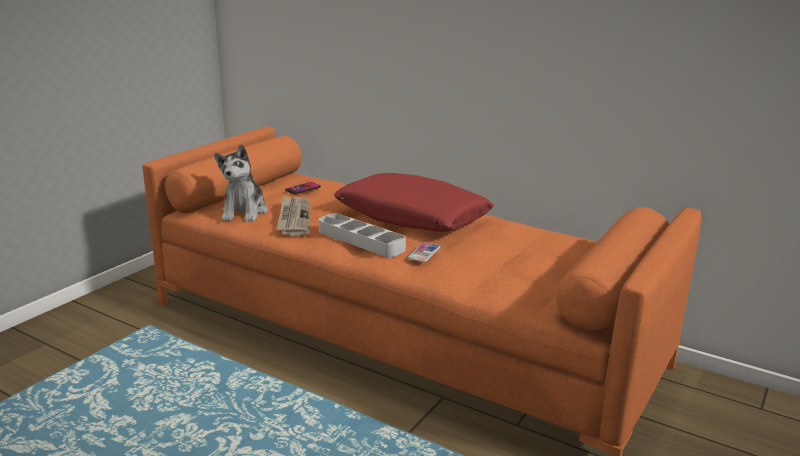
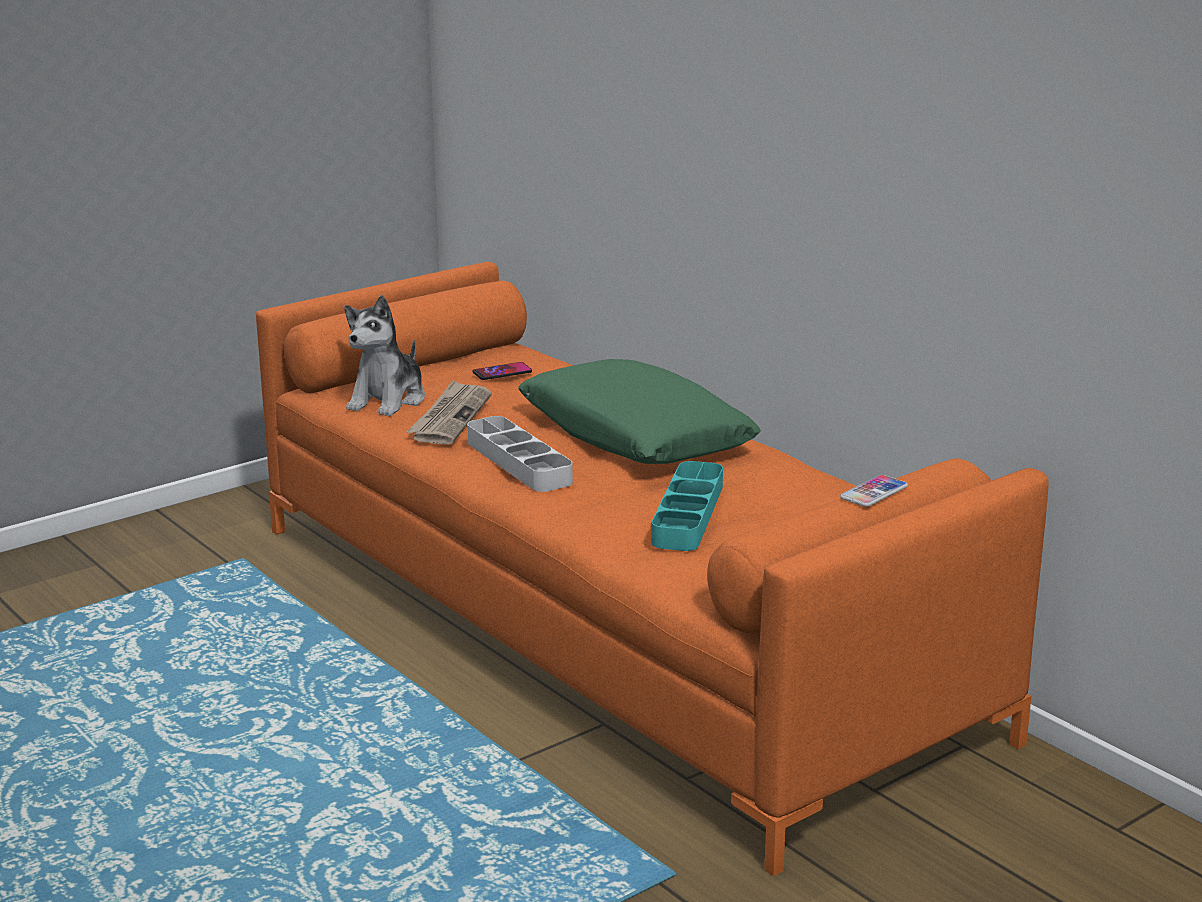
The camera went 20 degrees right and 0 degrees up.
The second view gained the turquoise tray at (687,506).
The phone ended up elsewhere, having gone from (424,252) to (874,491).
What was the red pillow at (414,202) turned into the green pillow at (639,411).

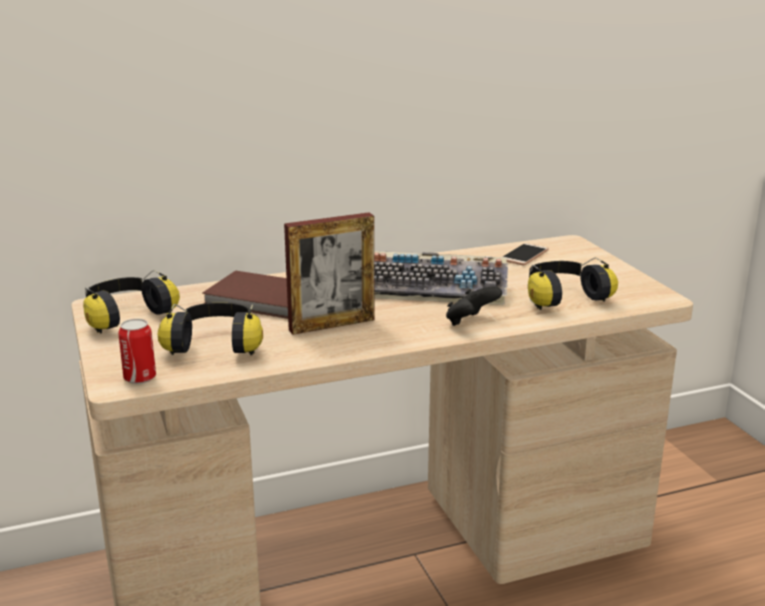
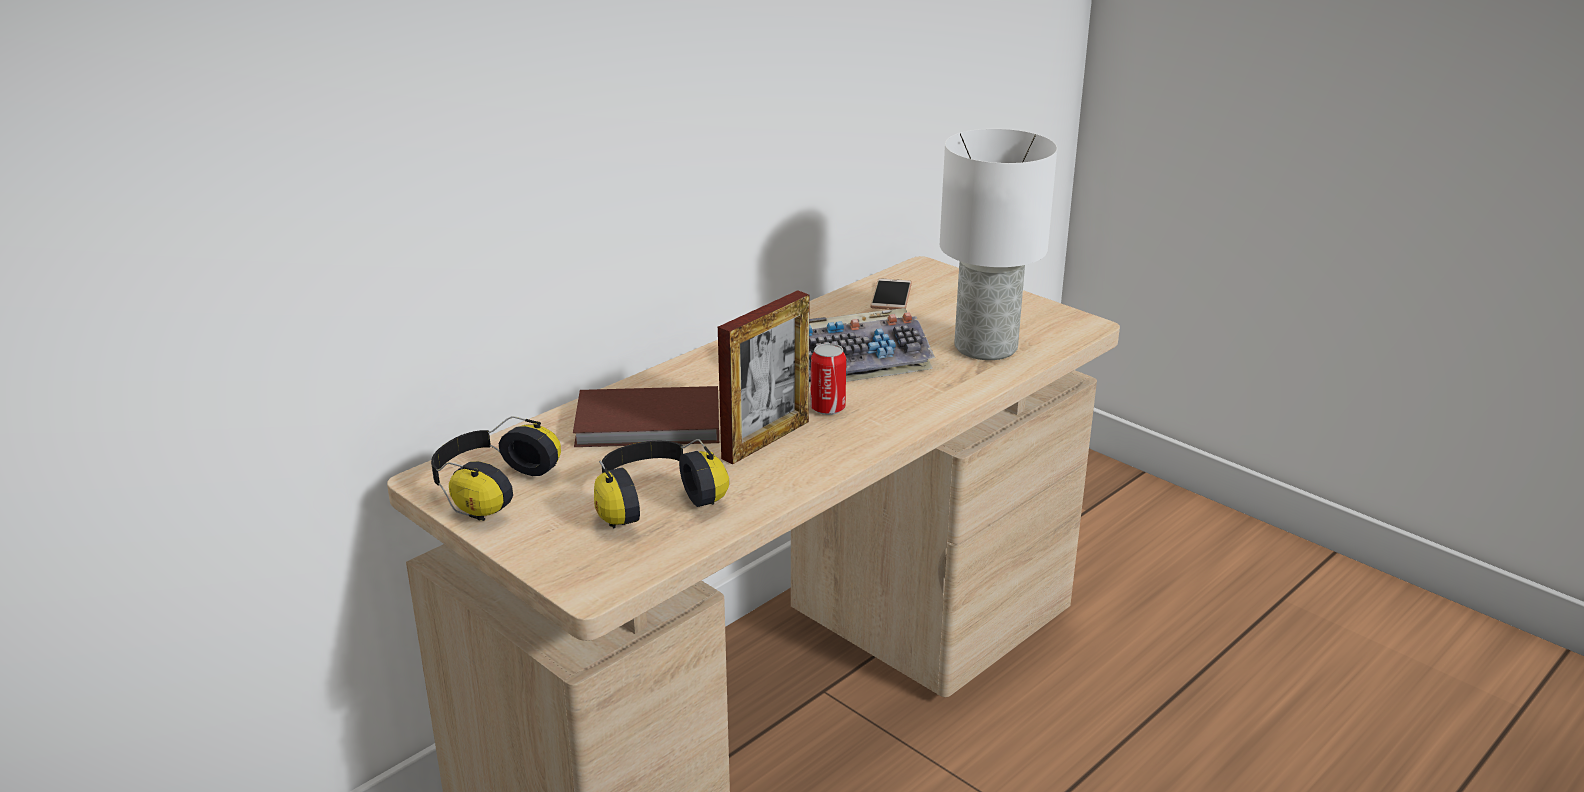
The camera went 25 degrees left and 5 degrees up.
The second view lost the black game controller at (474,306).
The can ended up elsewhere, having gone from (137,351) to (828,379).
Where the headphones stood at (573,283), the white table lamp came to stand at (998,244).

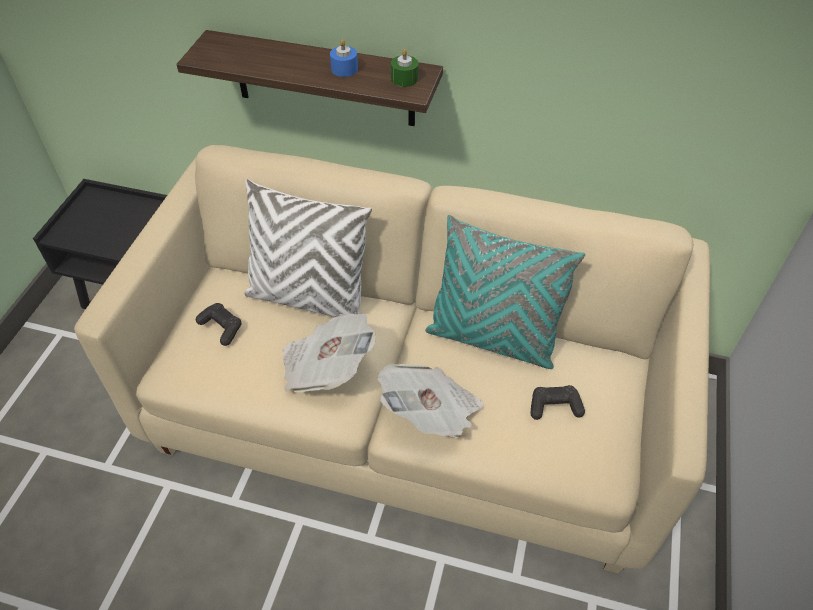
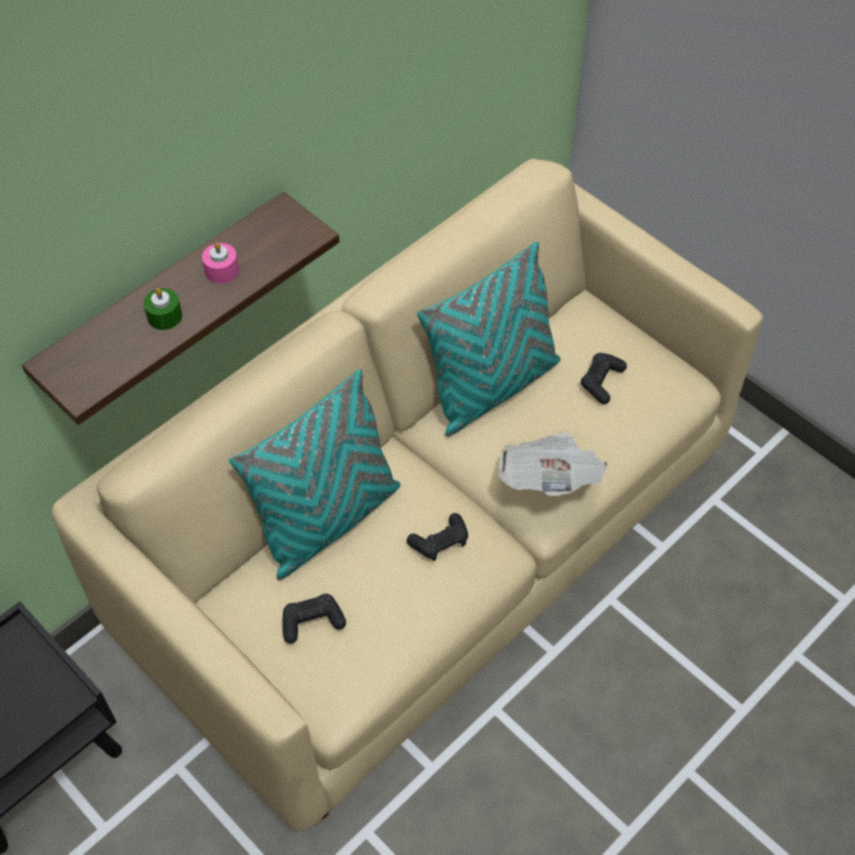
The camera went 60 degrees left and 5 degrees up.
The green candle ended up elsewhere, having gone from (405,68) to (162,309).
Where the newspaper stood at (329,353), the black game controller came to stand at (437,537).
What was the white pillow at (308,248) turned into the turquoise pillow at (315,474).
What was the blue candle at (344,58) turned into the pink candle at (220,263).

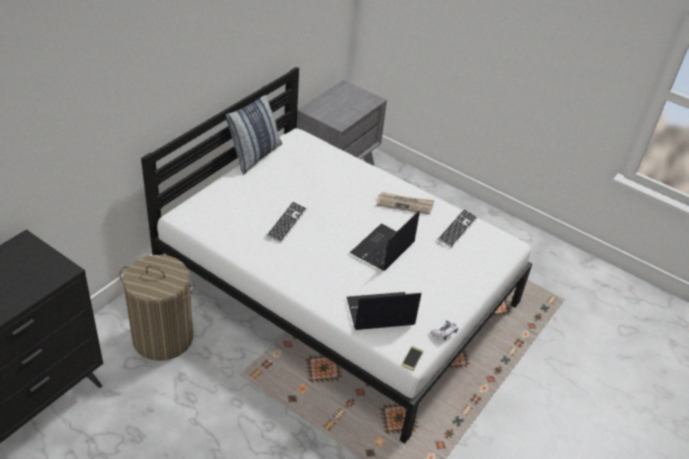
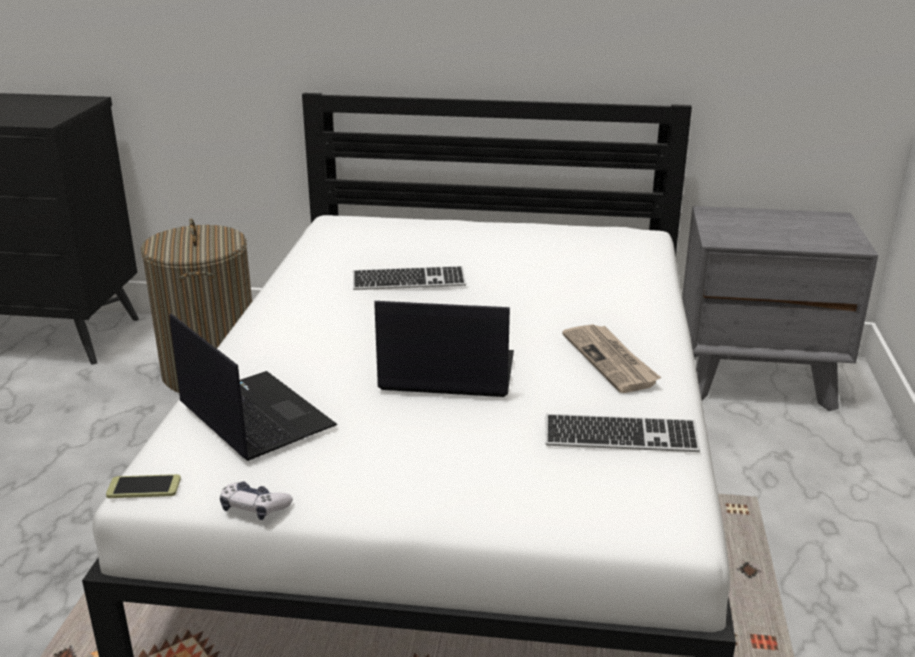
The camera went 65 degrees right and 15 degrees down.
The second view lost the pillow at (254,130).

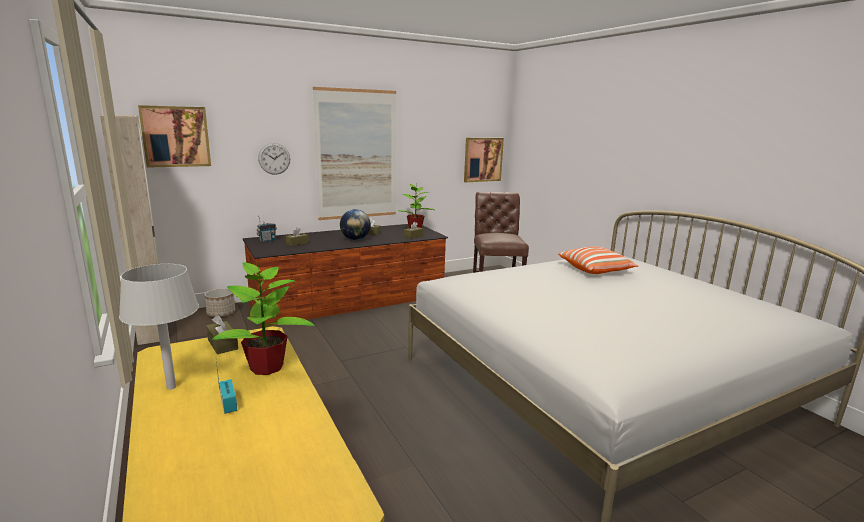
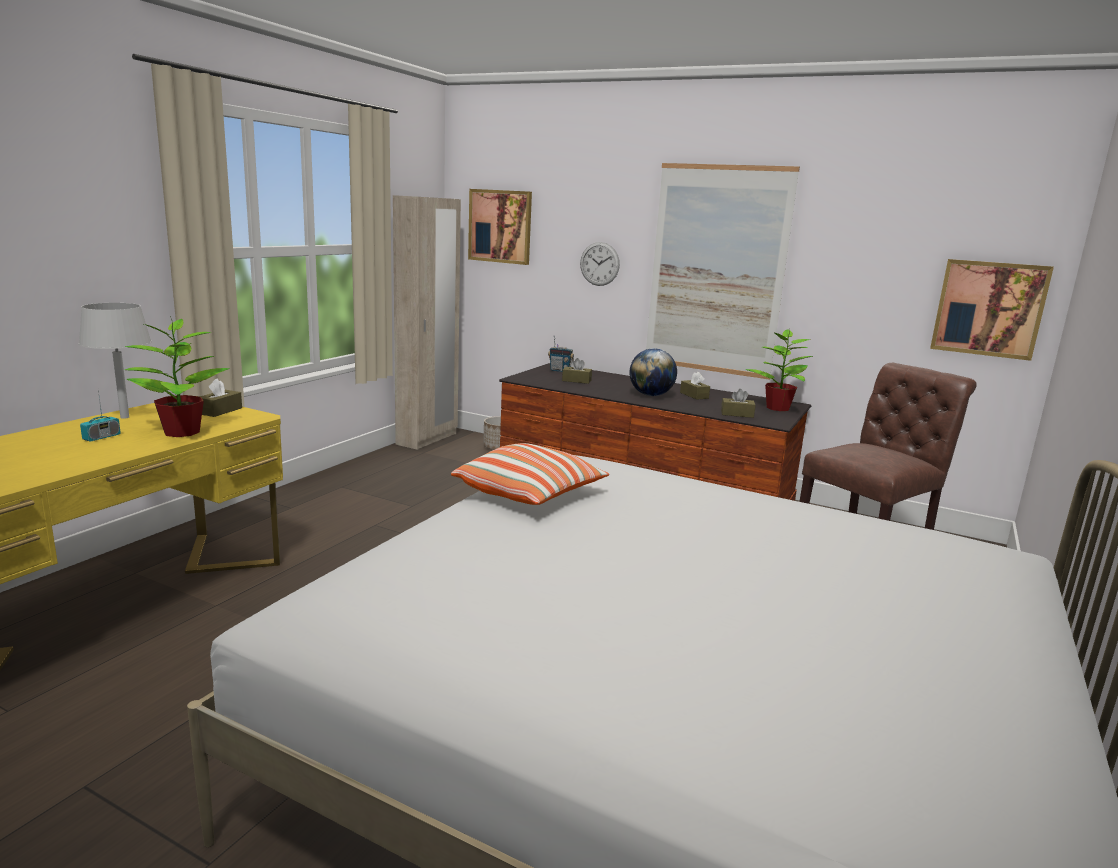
The camera went 55 degrees right and 0 degrees up.
The pillow ended up elsewhere, having gone from (598,260) to (530,474).

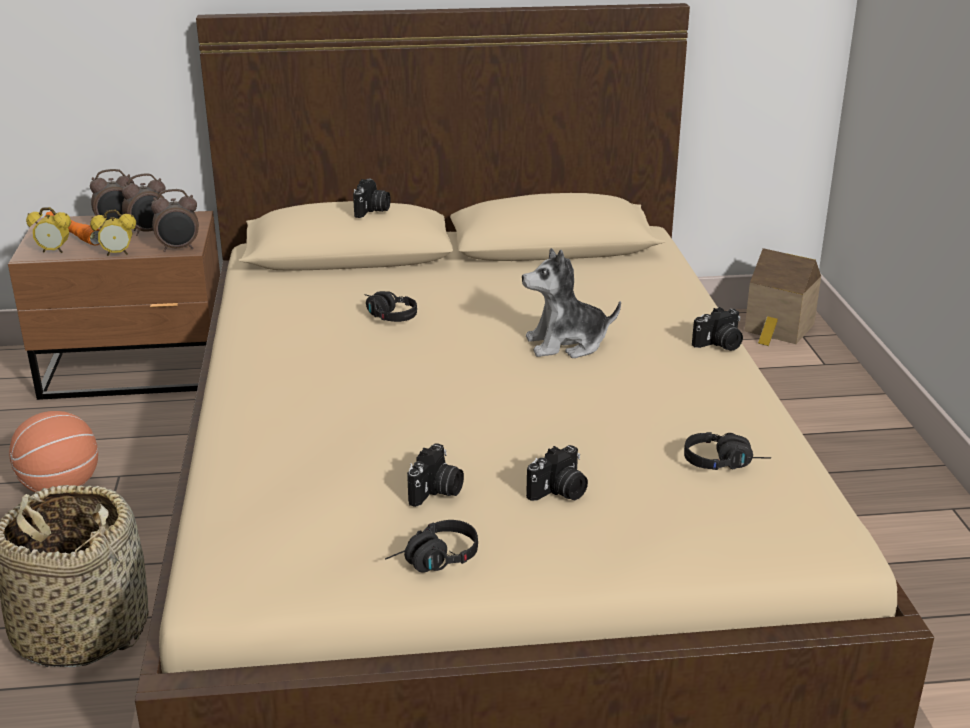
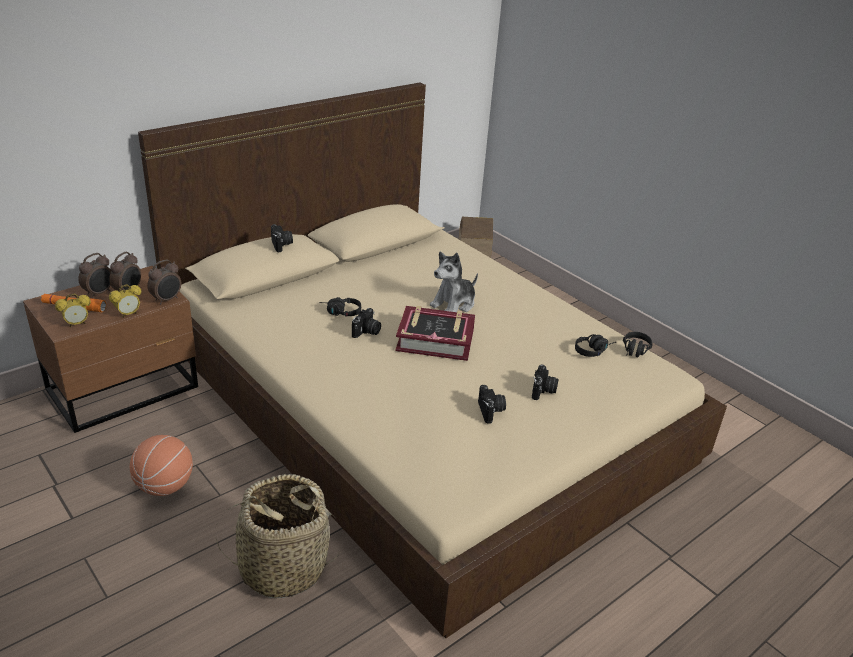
The camera went 35 degrees left and 5 degrees up.
The second view gained the book at (435,333).
The black headphones ended up elsewhere, having gone from (431,546) to (637,344).
The photo camera ended up elsewhere, having gone from (717,329) to (366,323).

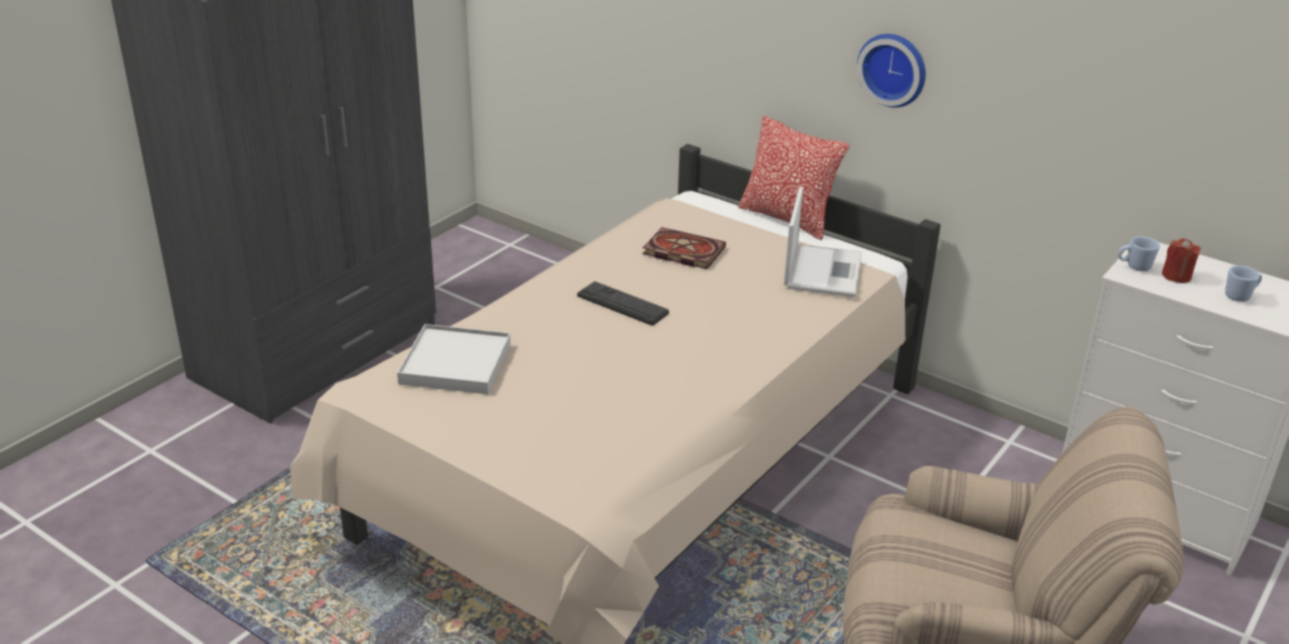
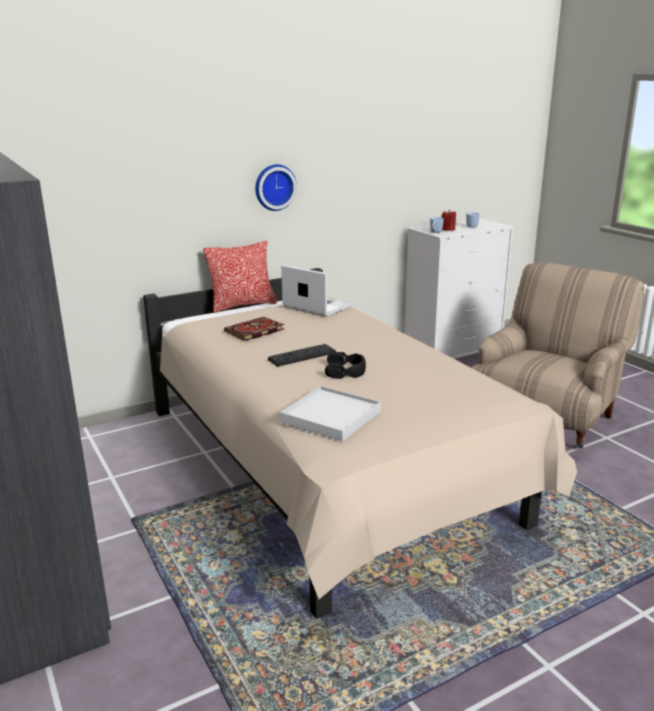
The camera went 65 degrees left and 10 degrees down.
The second view gained the black headphones at (345,365).

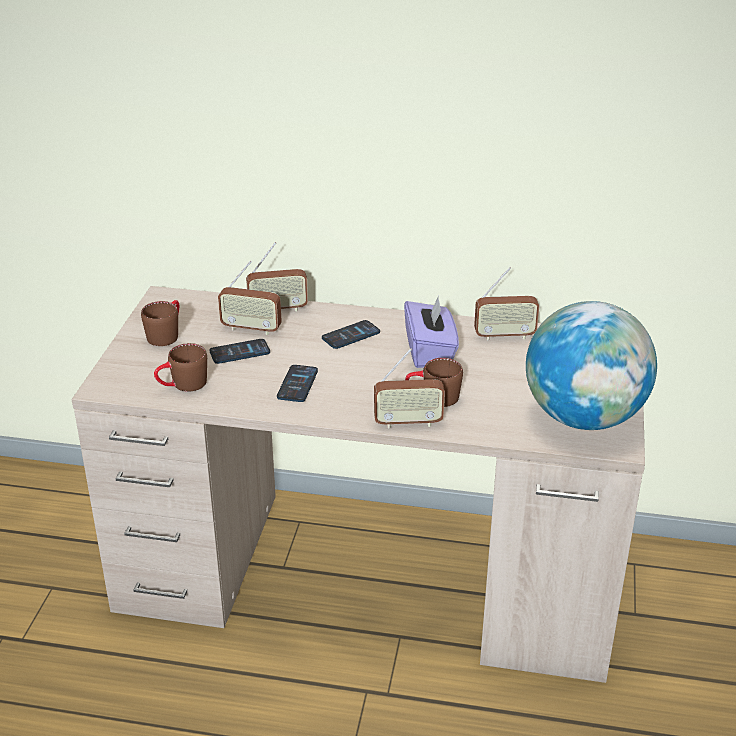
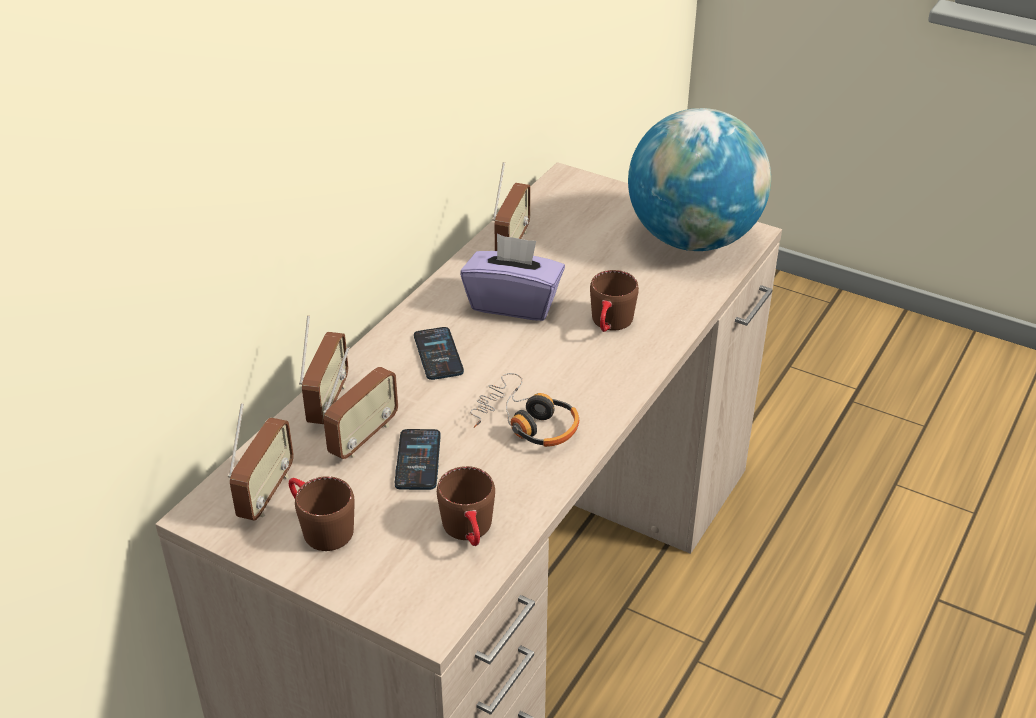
The camera went 70 degrees left and 5 degrees up.
The radio ended up elsewhere, having gone from (409,388) to (261,462).
Where the phone stood at (297,383), the headphones came to stand at (524,410).

